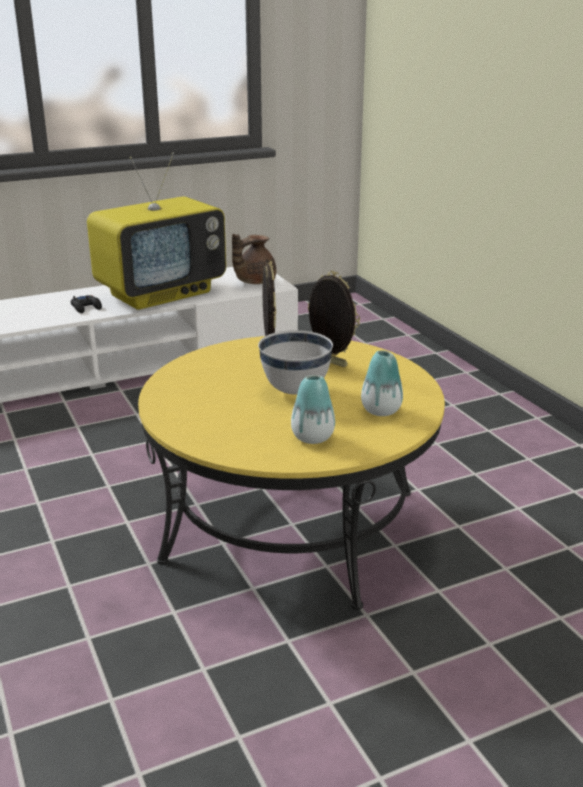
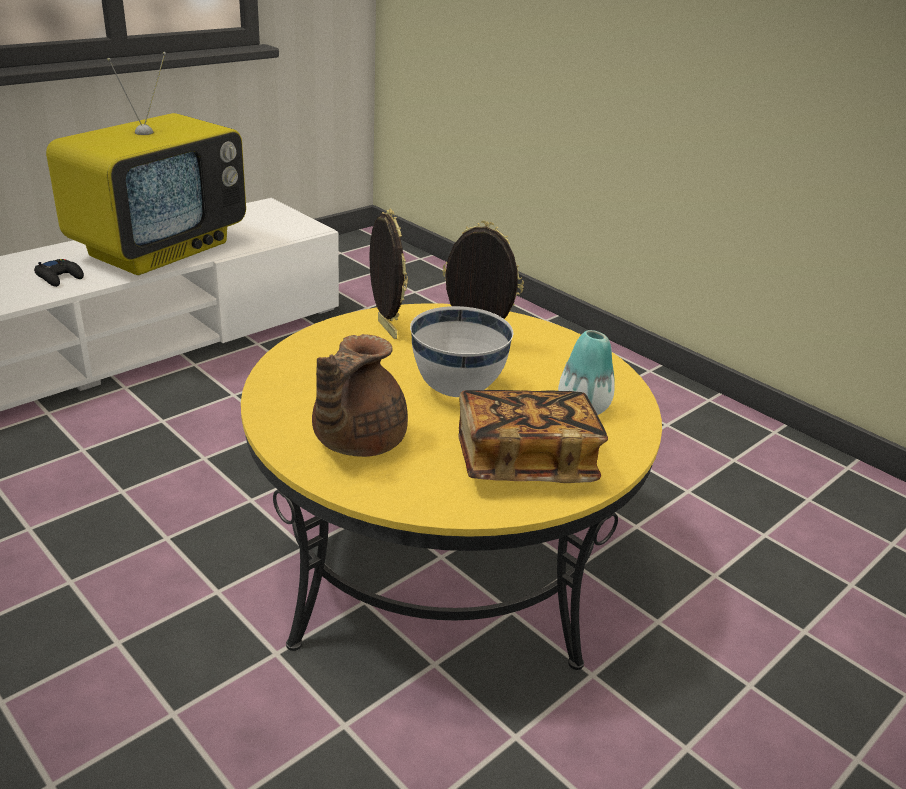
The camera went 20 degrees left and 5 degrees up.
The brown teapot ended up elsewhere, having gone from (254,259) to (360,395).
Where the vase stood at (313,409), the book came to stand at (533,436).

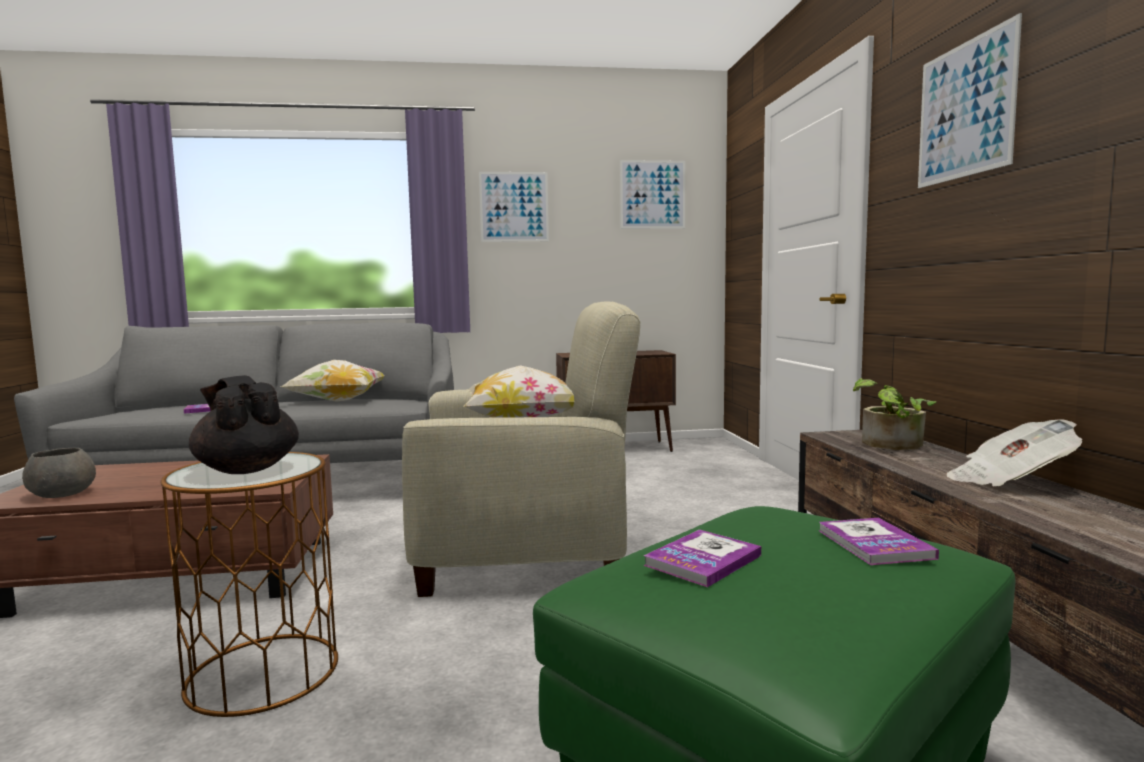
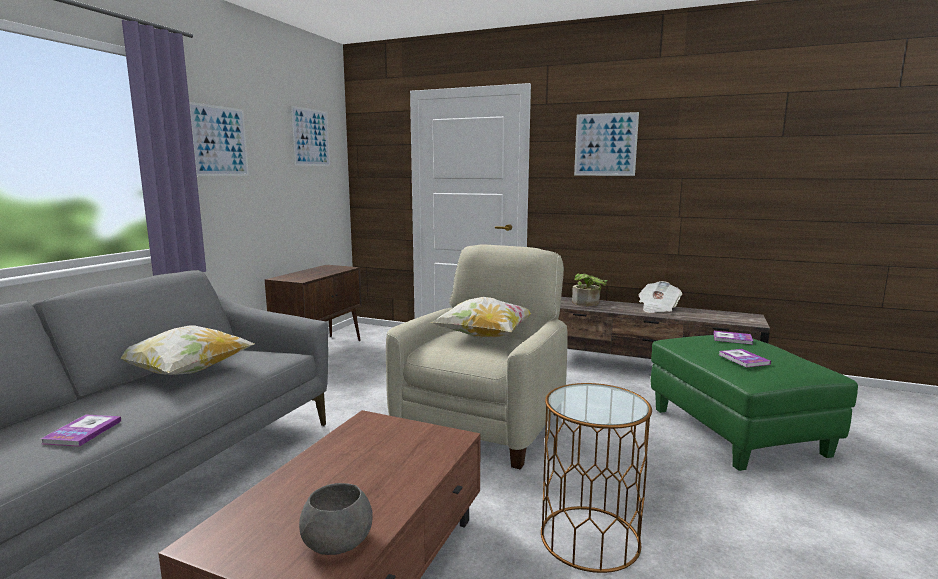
The camera went 60 degrees left and 5 degrees up.
The second view lost the black teapot at (244,424).

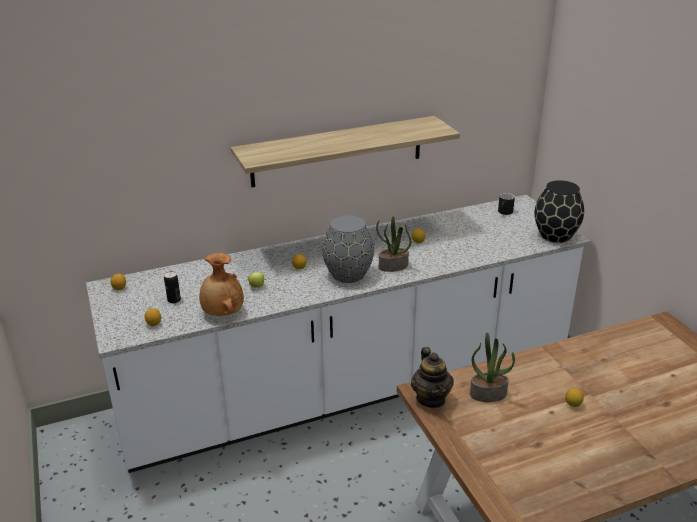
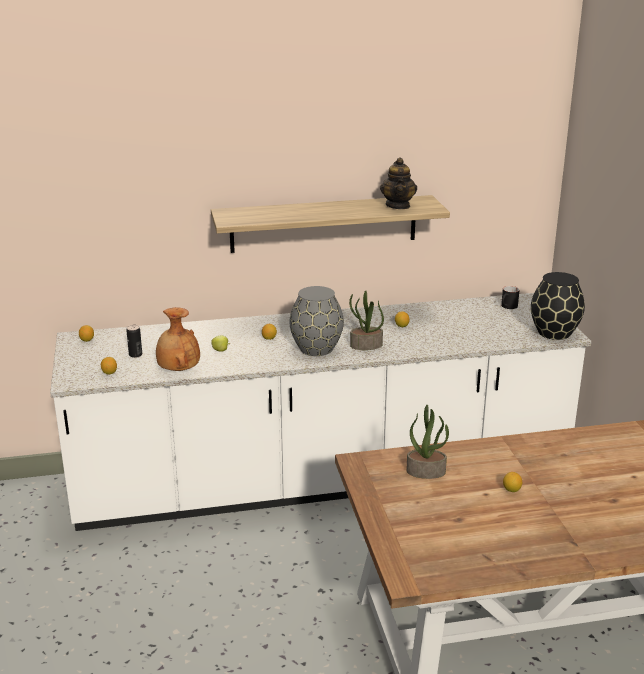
The camera went 10 degrees right and 5 degrees down.
The teapot ended up elsewhere, having gone from (432,377) to (398,183).

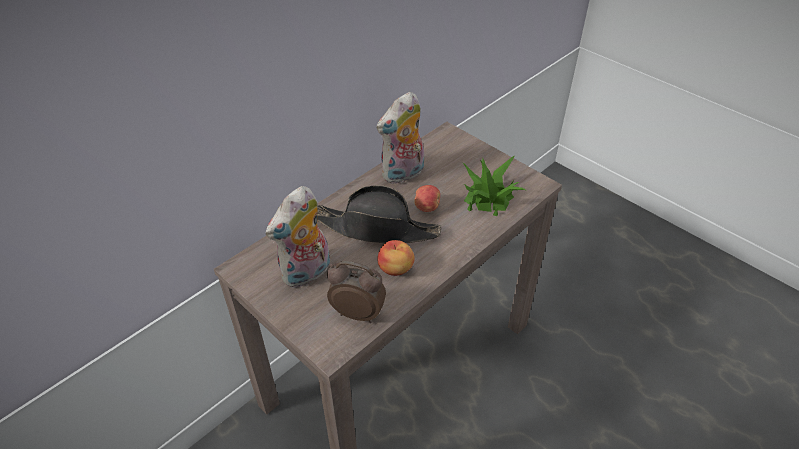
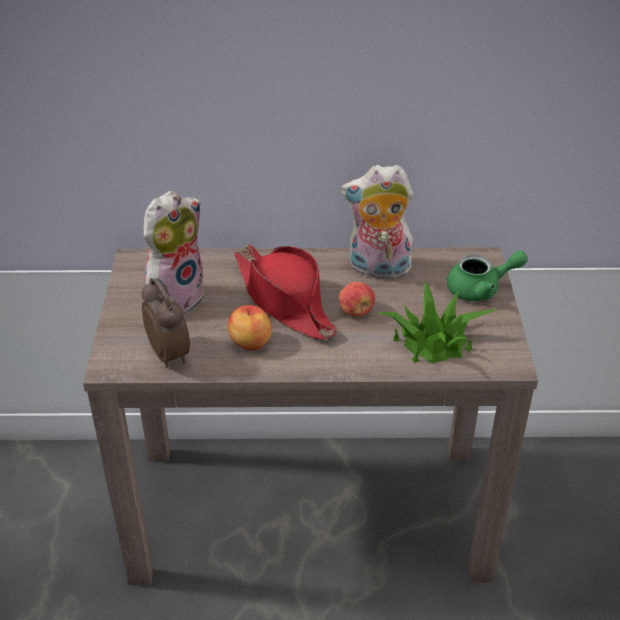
The camera went 45 degrees right and 5 degrees down.
The second view gained the green teapot at (487,276).
What was the black hat at (379,214) turned into the red hat at (285,292).
The plush toy at (298,237) ended up facing another way, 135 degrees clockwise from before.

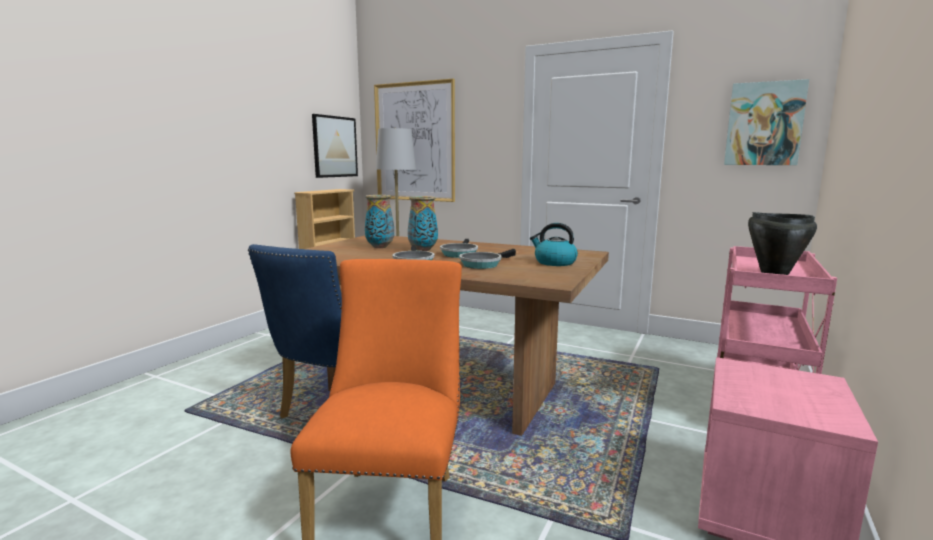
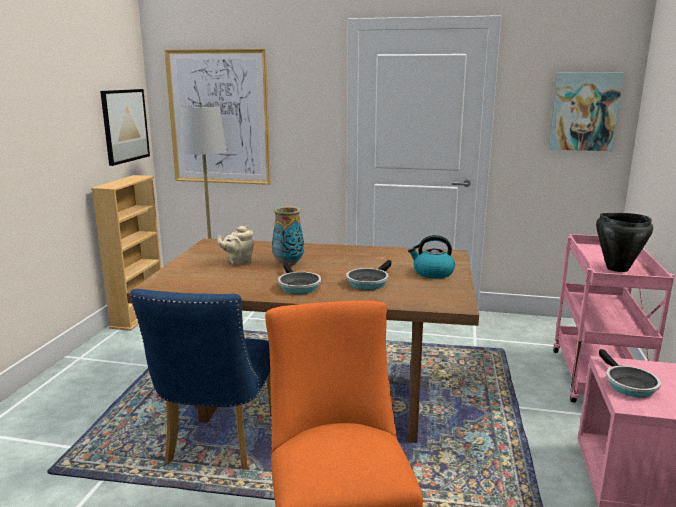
The camera went 15 degrees left and 5 degrees up.
The frying pan ended up elsewhere, having gone from (459,248) to (630,373).
Where the vase stood at (379,221), the beige teapot came to stand at (235,245).

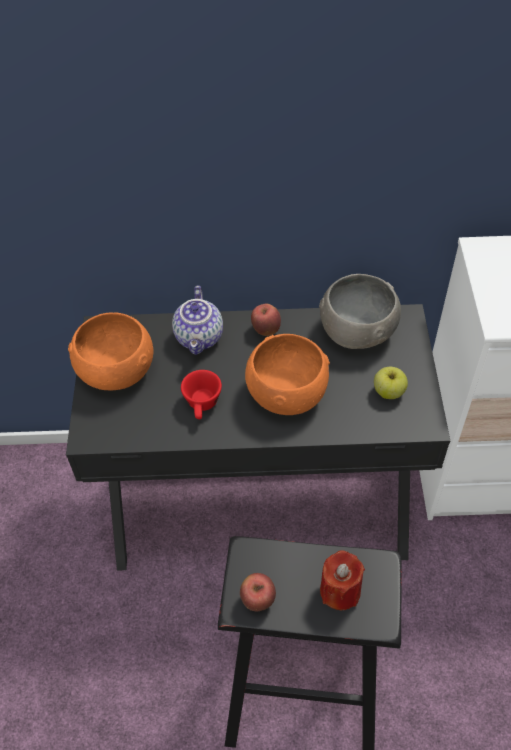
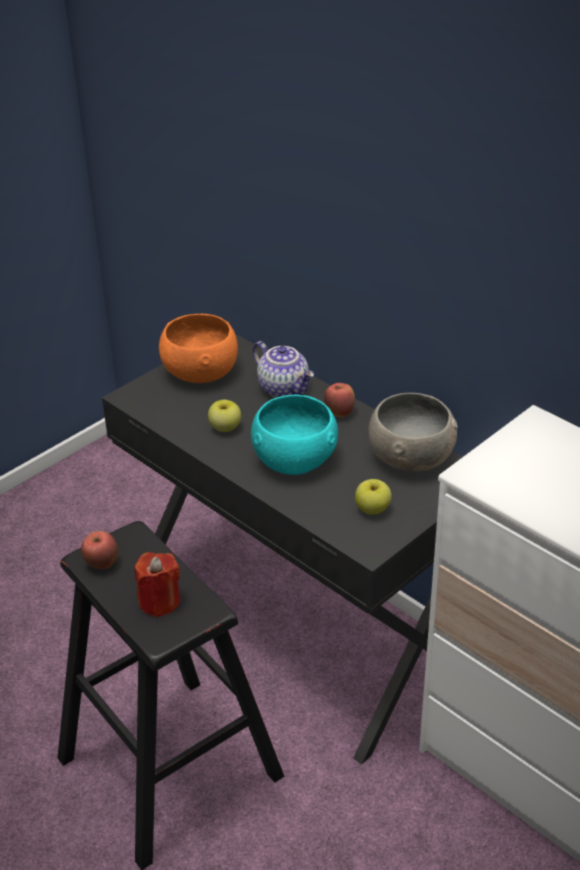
The camera went 45 degrees right and 15 degrees down.
Where the red cup stood at (201,394), the apple came to stand at (224,416).
What was the orange bowl at (287,374) turned into the turquoise bowl at (294,435).
The teapot at (197,320) ended up facing another way, 90 degrees counterclockwise from before.

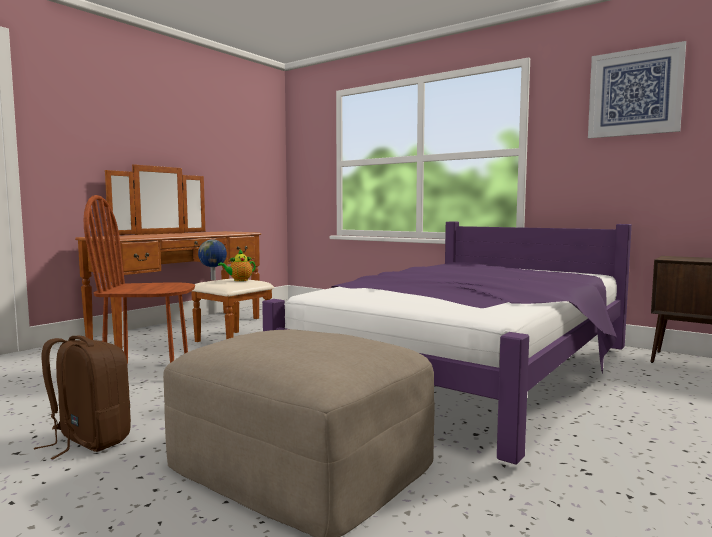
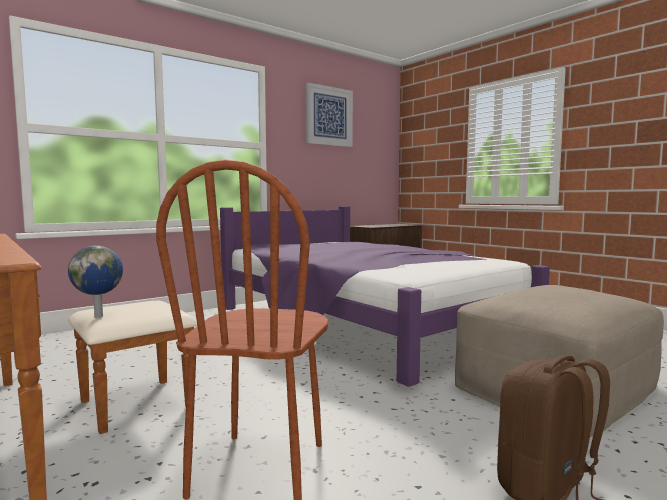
The camera went 75 degrees left and 0 degrees up.
The second view lost the teapot at (237,265).

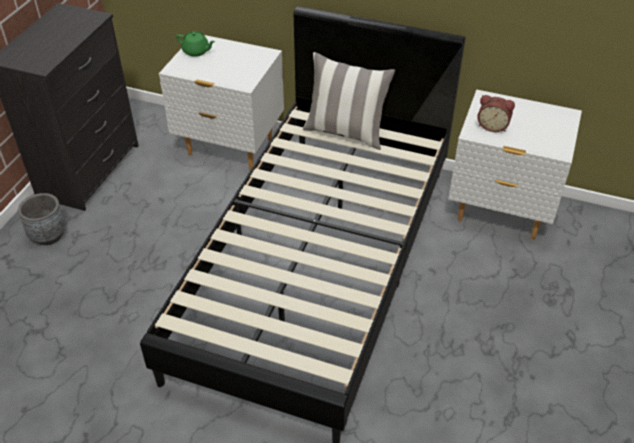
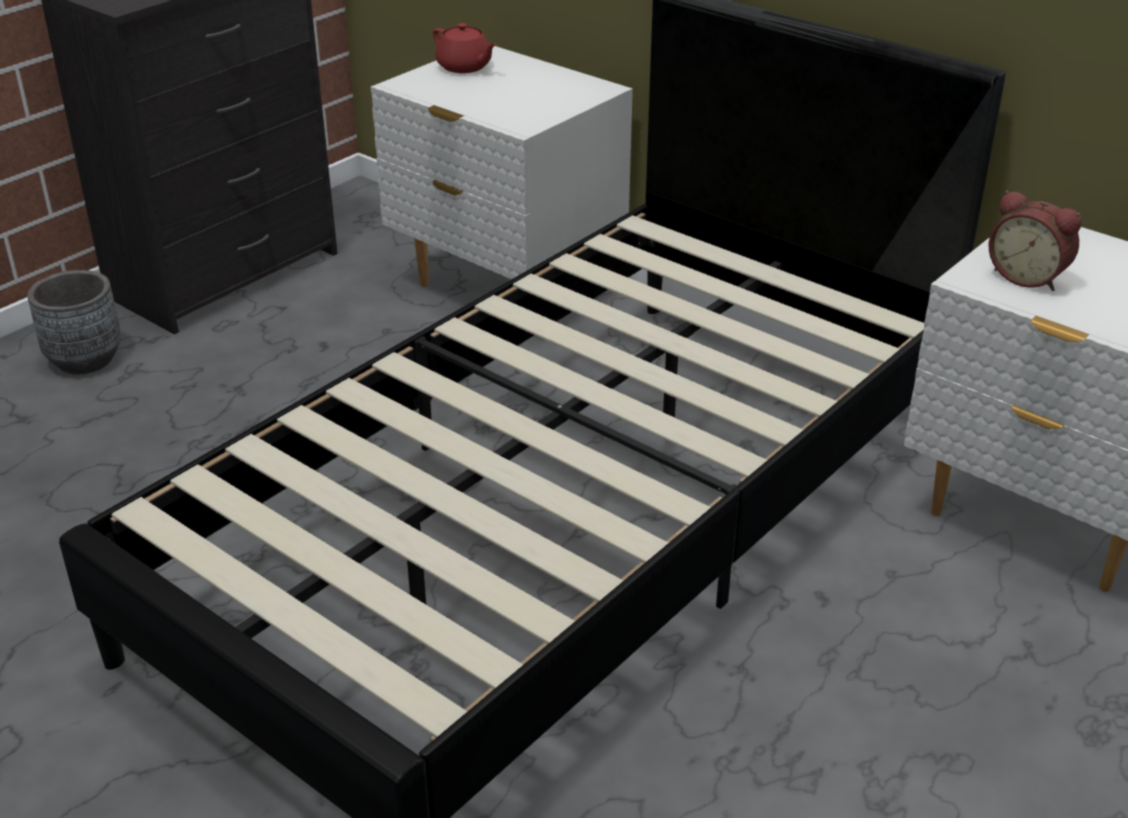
The camera went 20 degrees right and 10 degrees down.
The second view lost the pillow at (349,101).
What was the green teapot at (195,44) turned into the red teapot at (465,48).

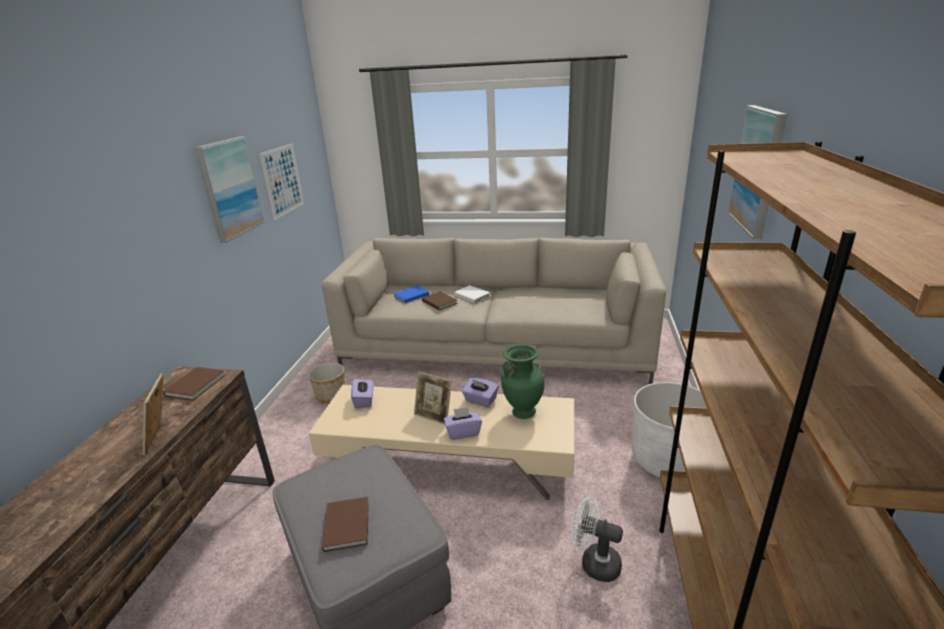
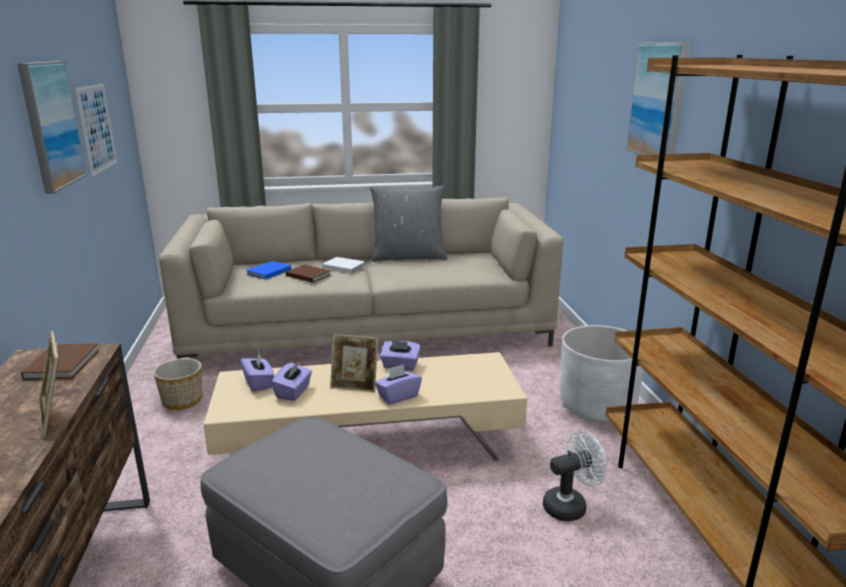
The camera went 20 degrees left and 5 degrees down.
The second view lost the brown book at (345,524).
The second view lost the green vase at (522,381).
The second view gained the purple tissue box at (291,381).
The second view gained the grey pillow at (408,224).
The white fan at (597,539) ended up facing another way, 150 degrees clockwise from before.

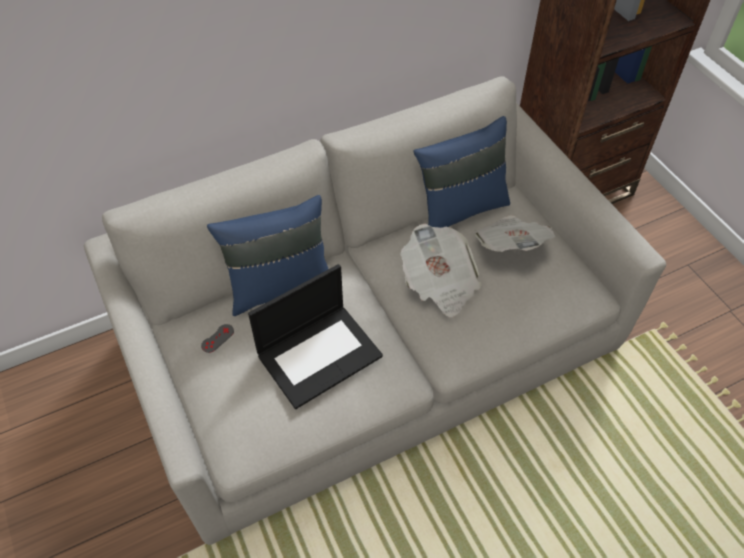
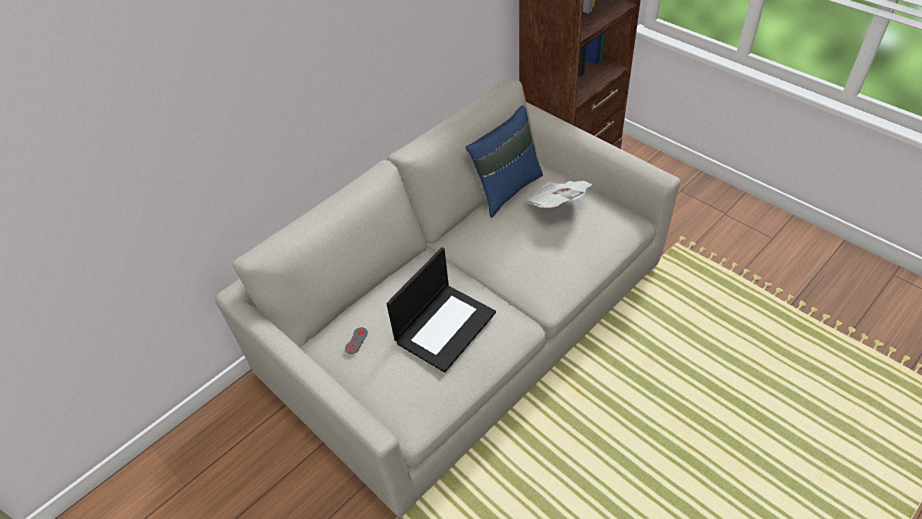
The camera went 15 degrees left and 5 degrees down.
The second view lost the blue pillow at (267,255).
The second view lost the newspaper at (441,270).

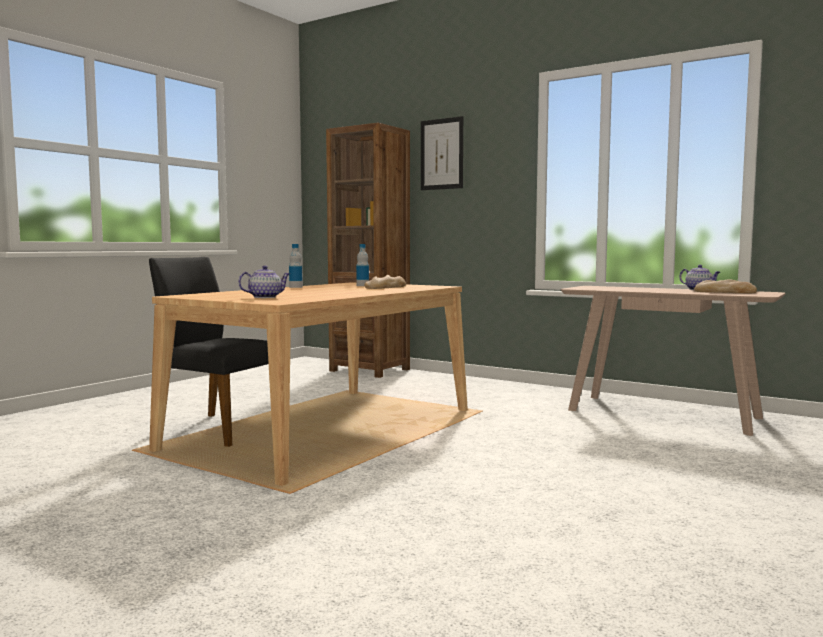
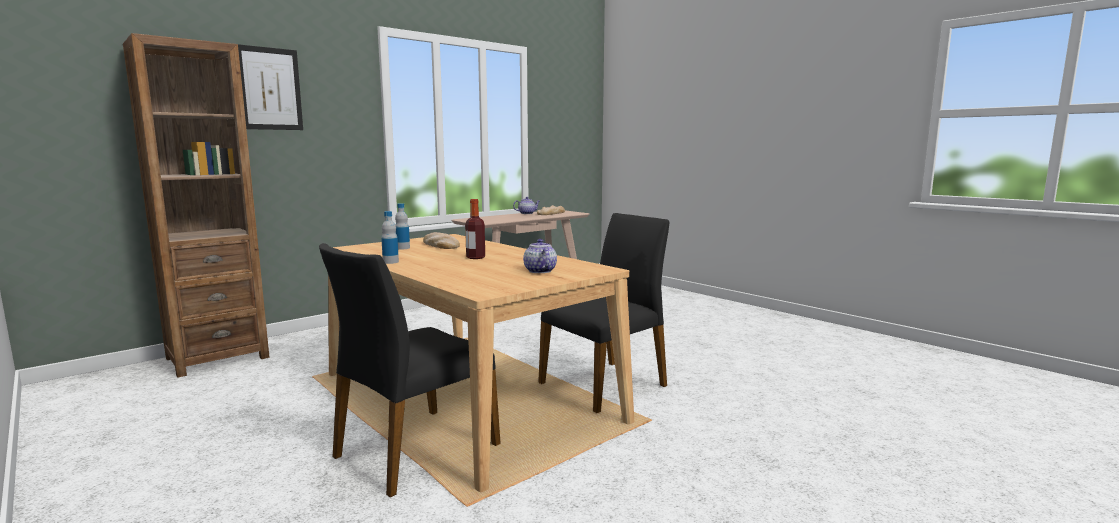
The camera went 75 degrees left and 5 degrees up.
The second view gained the bottle at (475,229).
The second view gained the black chair at (603,313).

